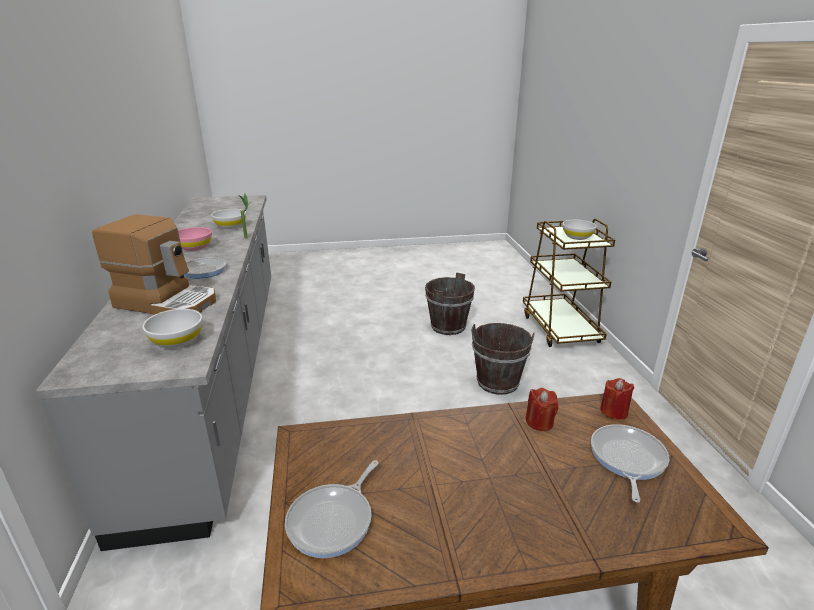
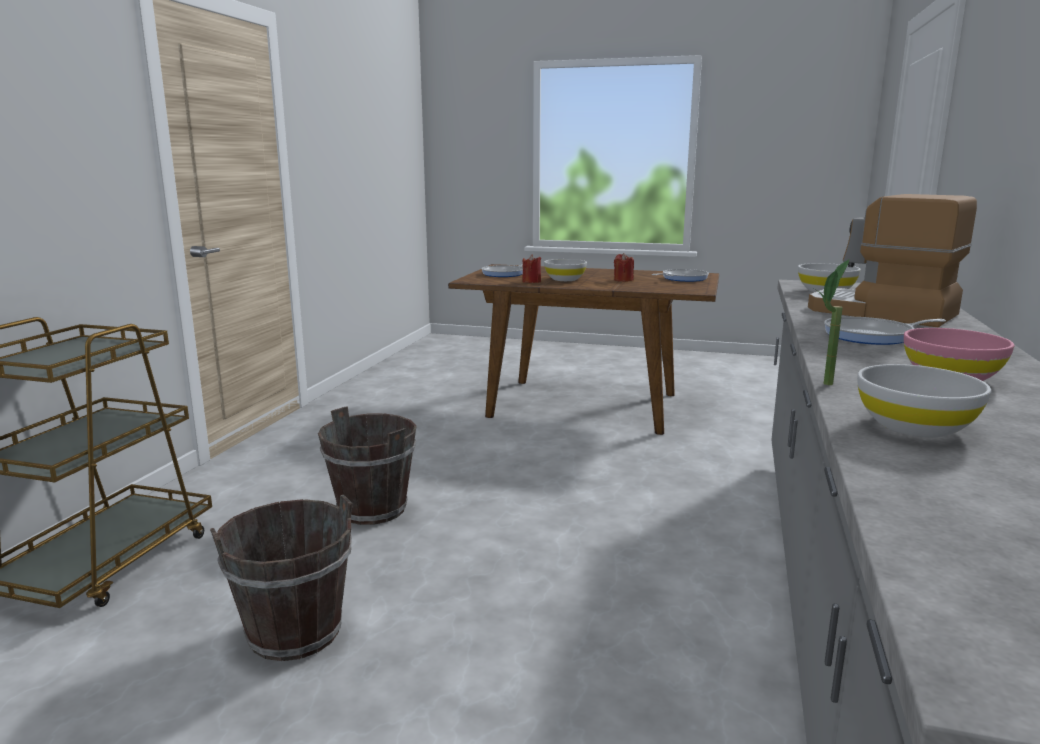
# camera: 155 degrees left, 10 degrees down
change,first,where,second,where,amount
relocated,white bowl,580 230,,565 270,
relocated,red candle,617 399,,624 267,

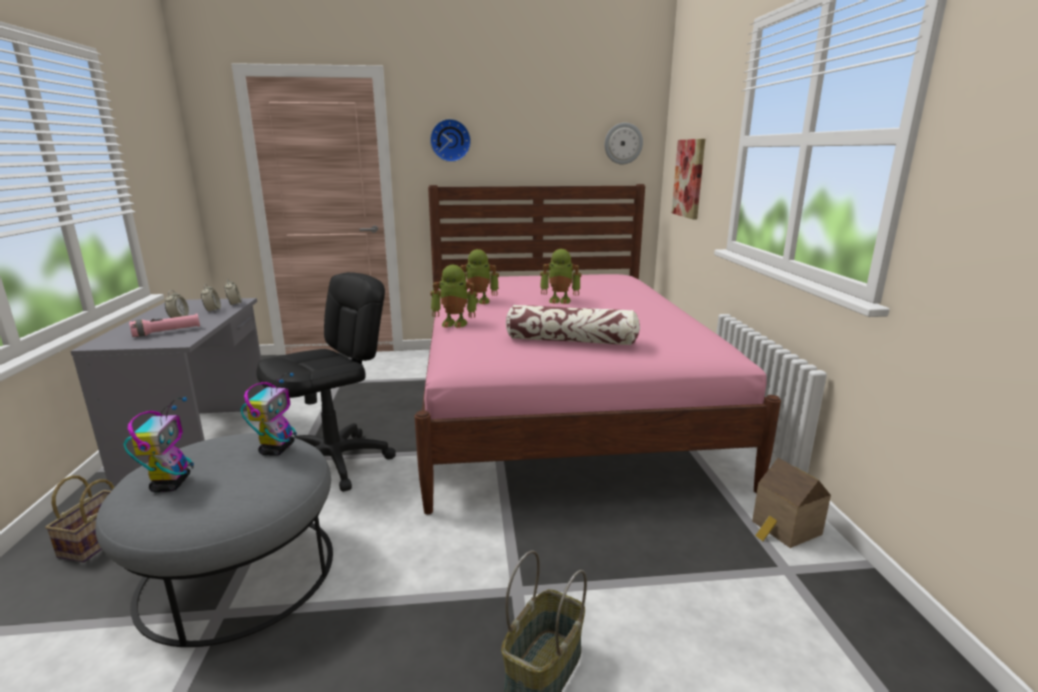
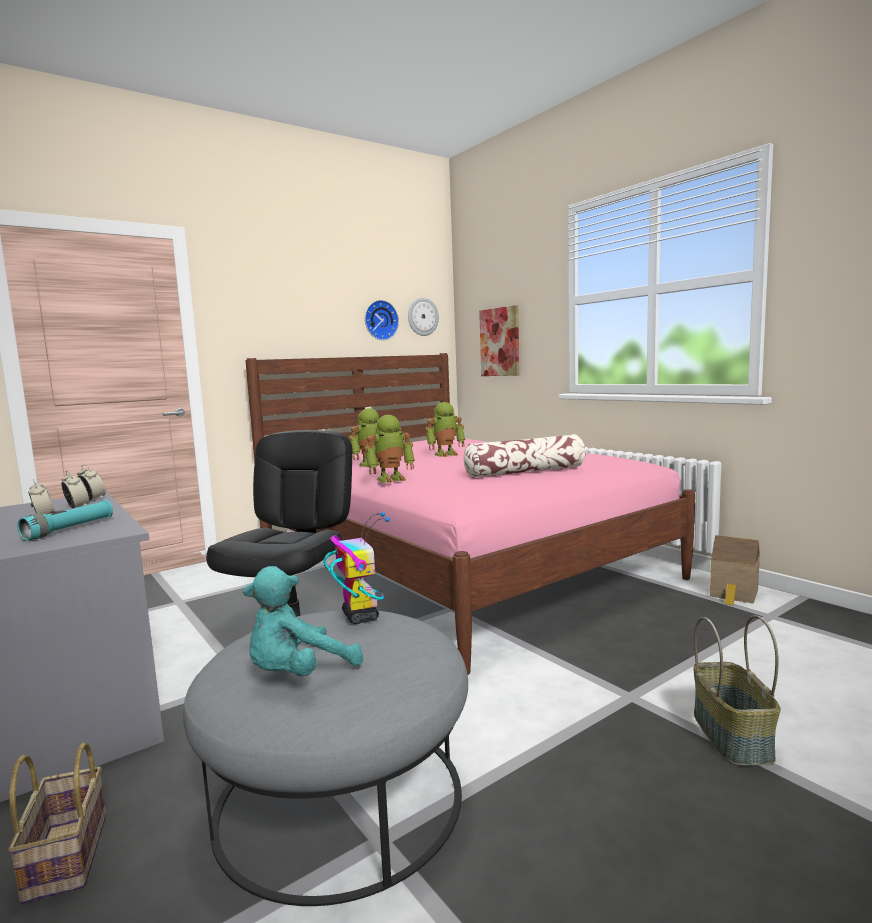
# camera: 30 degrees left, 10 degrees down
change,first,where,second,where,amount
colour,pink flashlight,164 325,turquoise flashlight,65 520,
exchanged,toy robot,158 444,turquoise plush toy,303 621,
relocated,wall clock,450 140,,382 320,

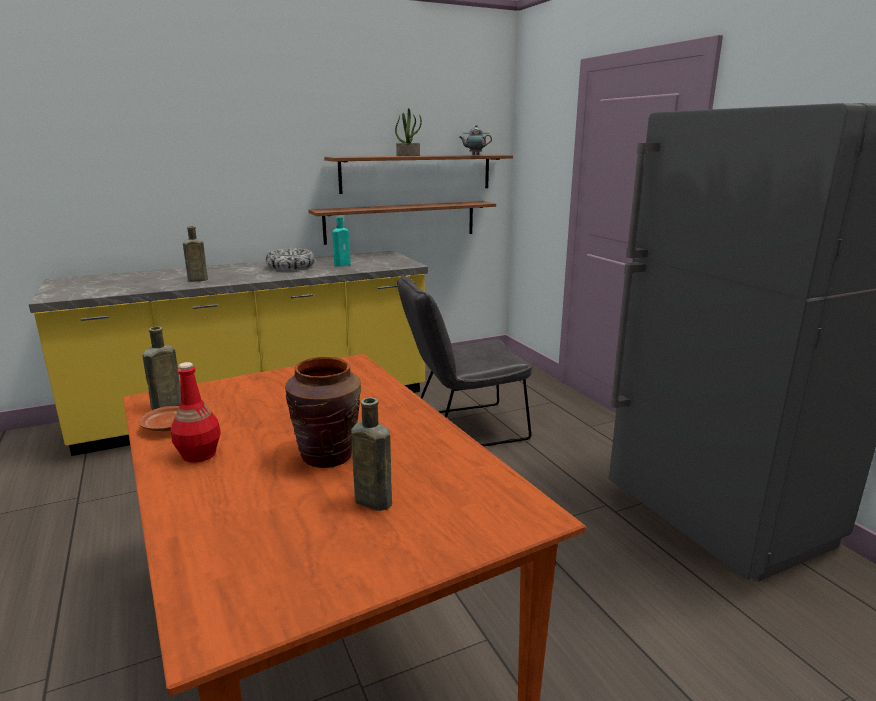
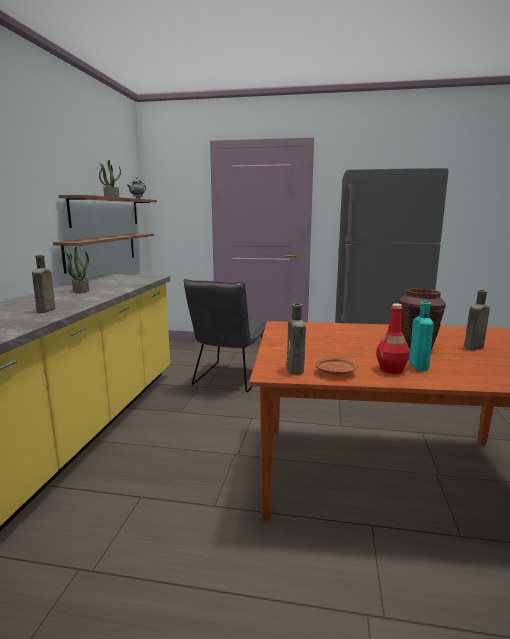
# camera: 55 degrees left, 5 degrees down
change,first,where,second,where,amount
exchanged,bowl,290 259,potted plant,76 270,
relocated,turquoise bottle,341 242,,421 336,

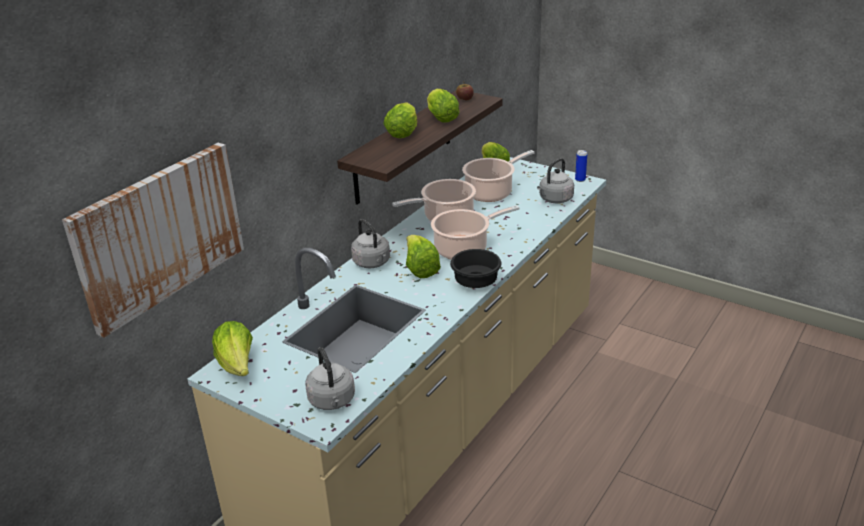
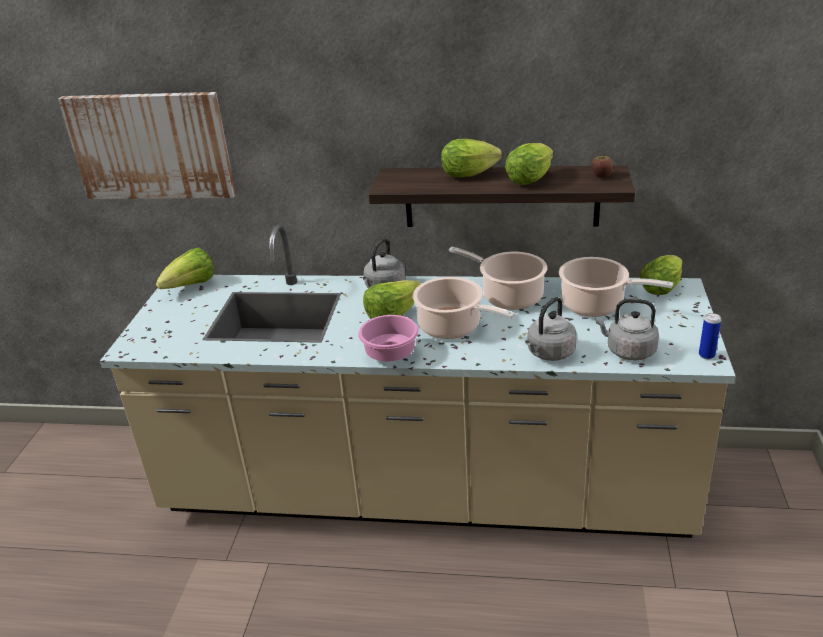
# camera: 65 degrees right, 0 degrees up
change,first,where,second,where,amount
colour,black bowl,476 268,pink bowl,388 338,
relocated,grey kettle,330 378,,551 329,

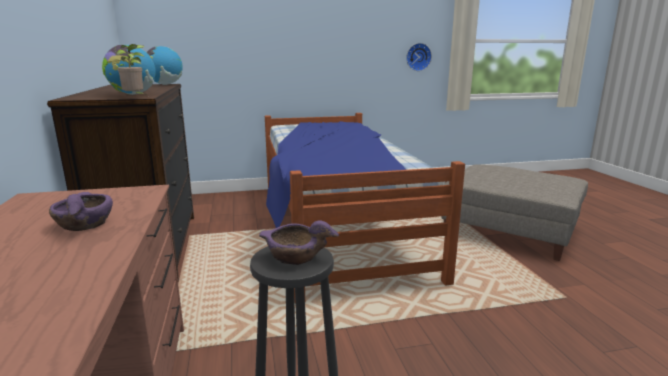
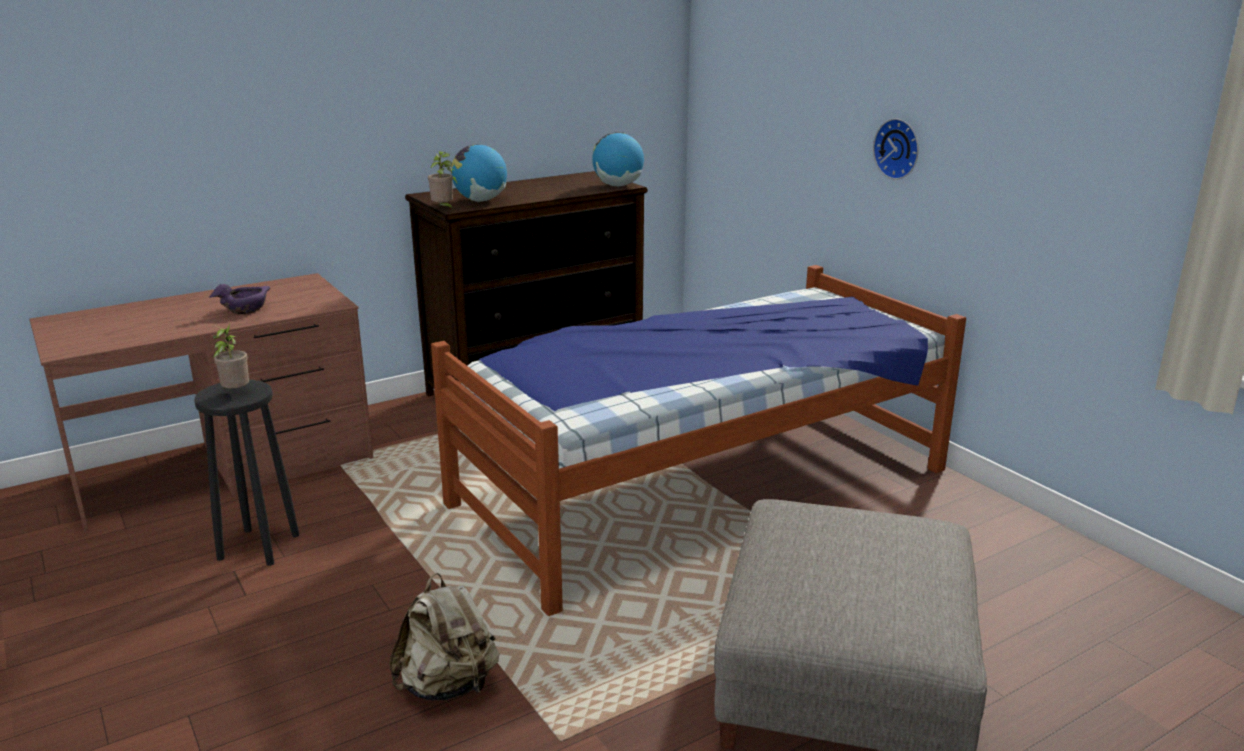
# camera: 70 degrees right, 5 degrees up
change,first,where,second,where,amount
exchanged,purple bowl,299 242,potted plant,231 356,
appeared,,,beige backpack,444 636,
relocated,wall clock,419 57,,896 149,

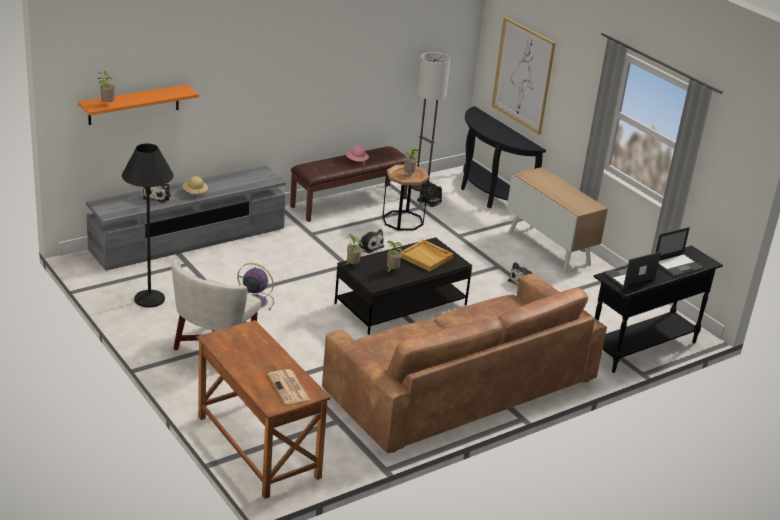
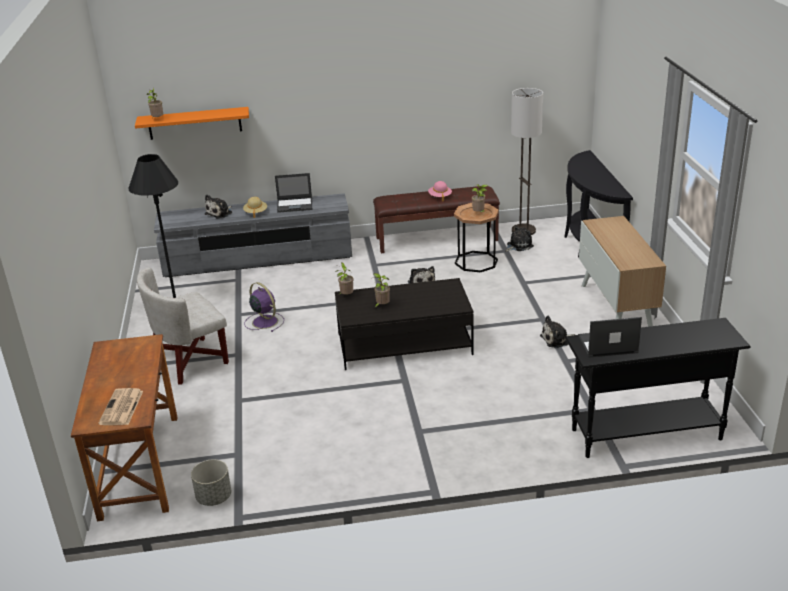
# camera: 30 degrees right, 0 degrees up
change,first,where,second,where,amount
appeared,,,grey planter,211 482,
relocated,laptop,679 252,,293 193,
missing,brown sofa,464 363,,,
missing,beige tray,427 255,,,
missing,picture,523 76,,,

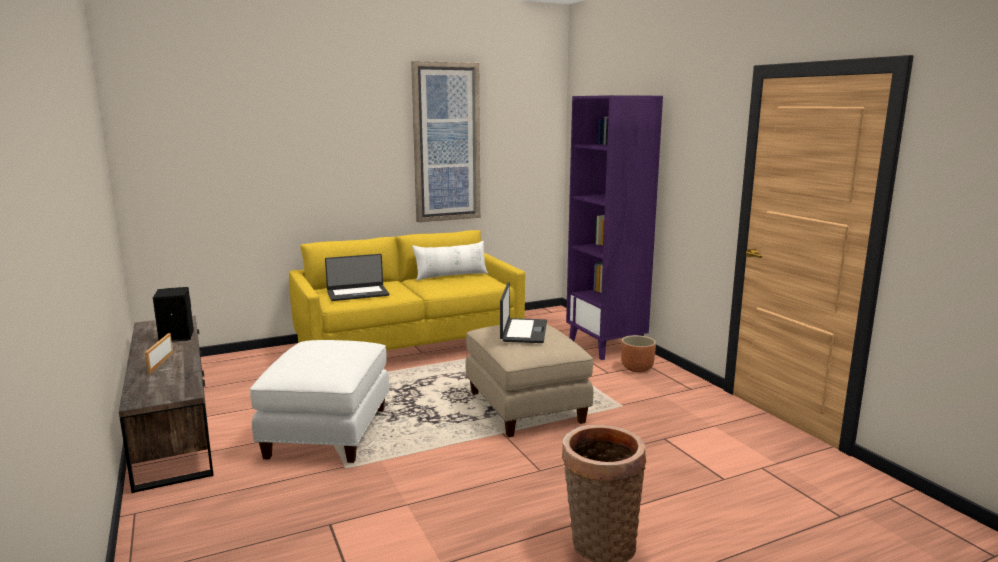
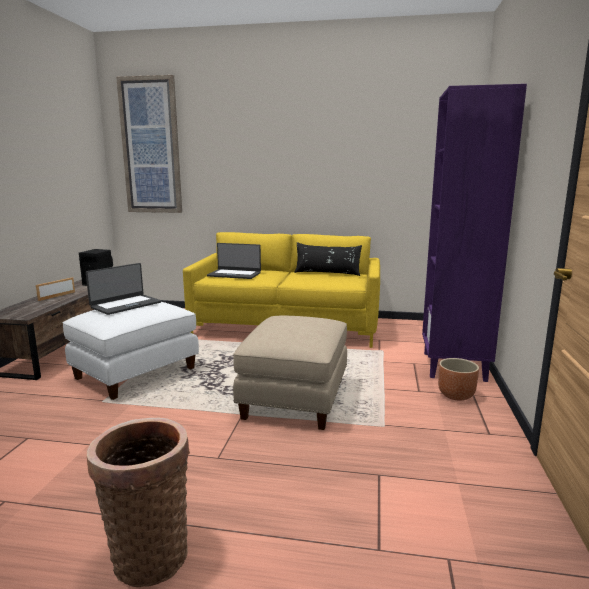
# camera: 35 degrees right, 0 degrees up
change,first,where,second,where,amount
relocated,laptop,523 312,,123 289,
relocated,picture,445 141,,149 144,
colour,white pillow,450 261,black pillow,328 259,

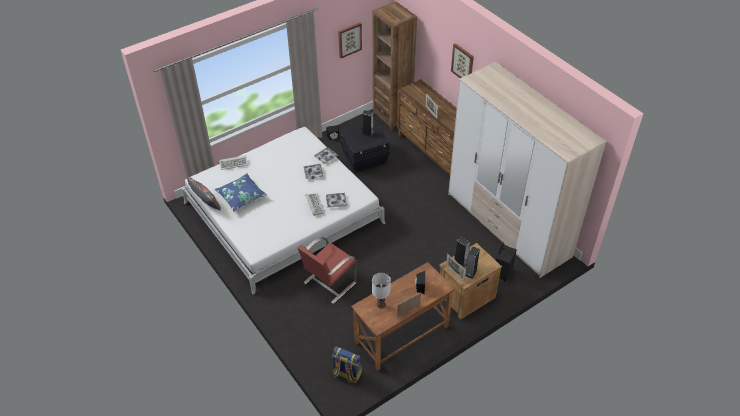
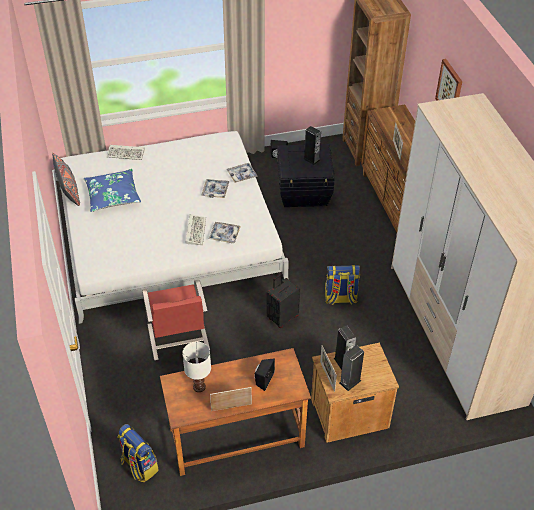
# camera: 20 degrees right, 0 degrees up
change,first,where,second,where,amount
spun,red chair,327 270,,176 320,75 degrees counterclockwise
relocated,black suitcase,506 262,,283 301,
appeared,,,backpack,342 285,
missing,picture,350 40,,,

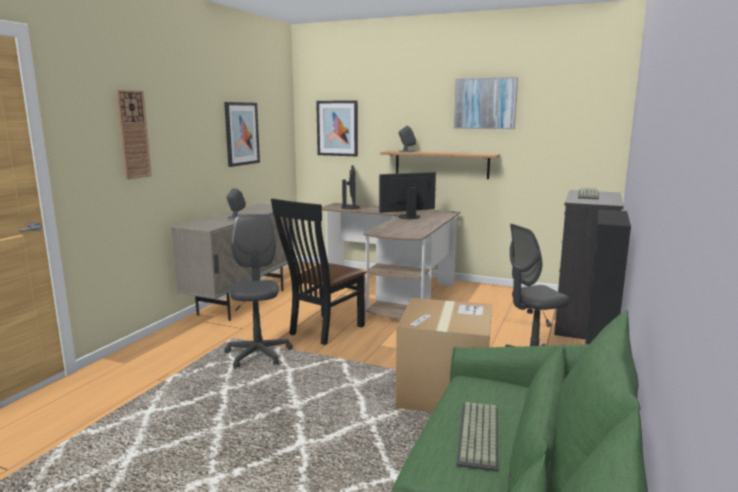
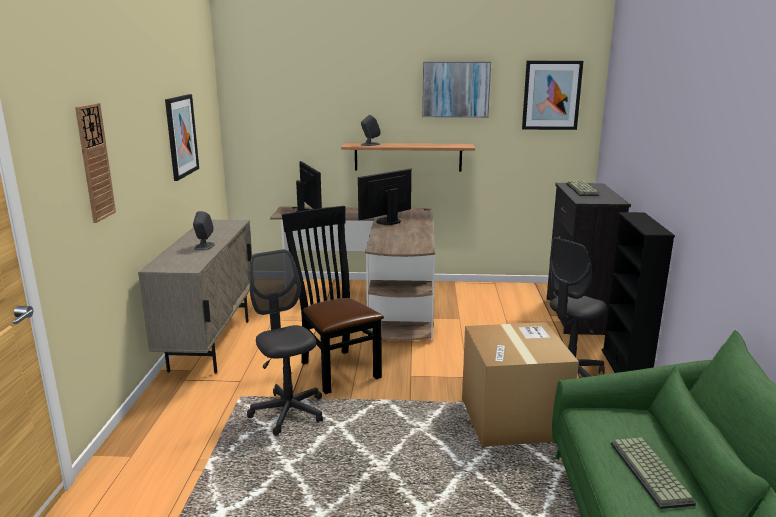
# camera: 20 degrees left, 5 degrees up
change,first,where,second,where,amount
spun,black chair,318 272,,333 300,135 degrees clockwise
relocated,picture,337 128,,552 95,

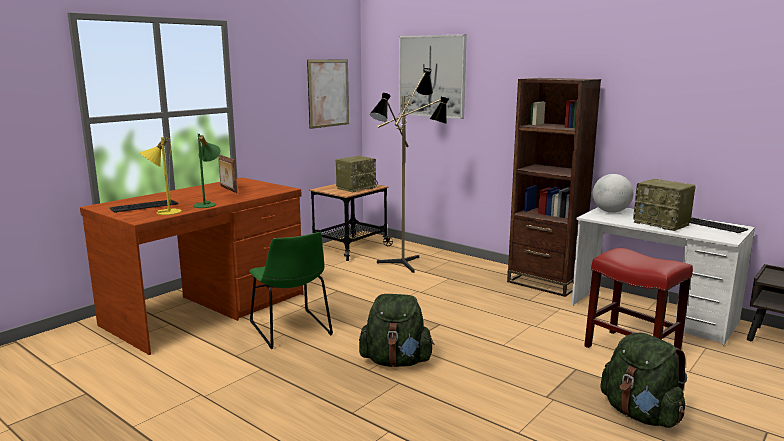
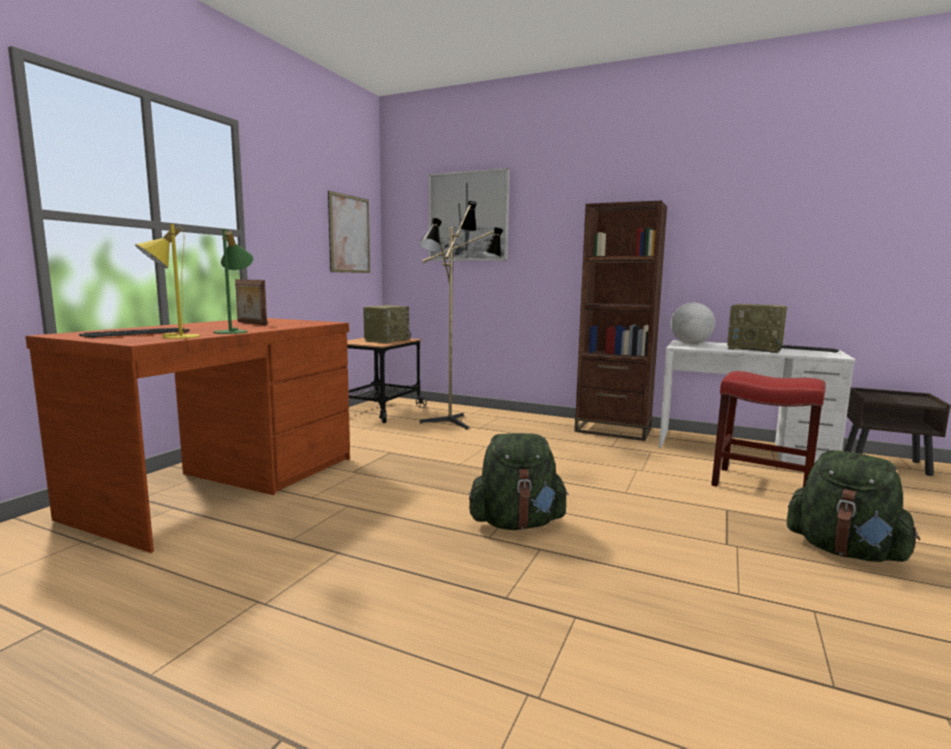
# camera: 15 degrees left, 5 degrees down
change,first,where,second,where,amount
missing,green chair,291 290,,,

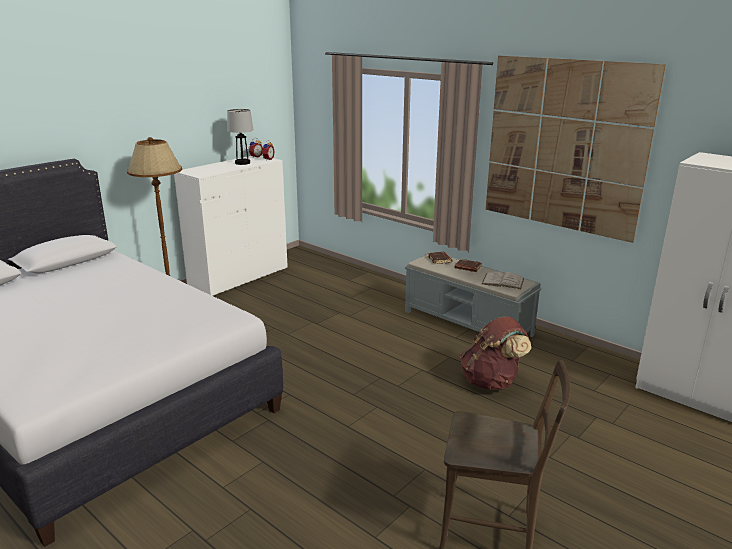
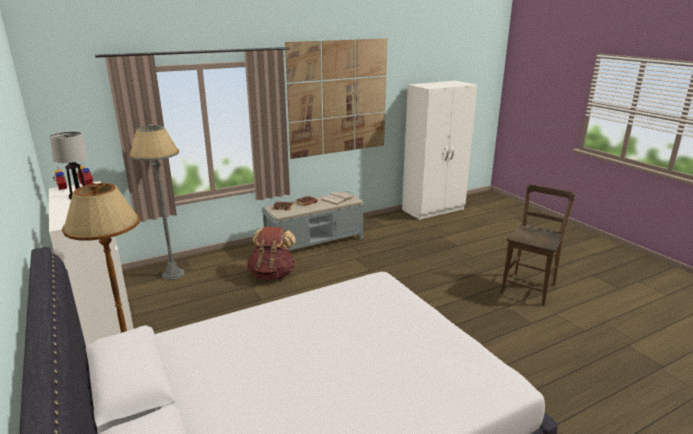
# camera: 70 degrees left, 0 degrees up
change,first,where,second,where,amount
appeared,,,grey floor lamp,157 202,
relocated,brown backpack,495 353,,271 253,

